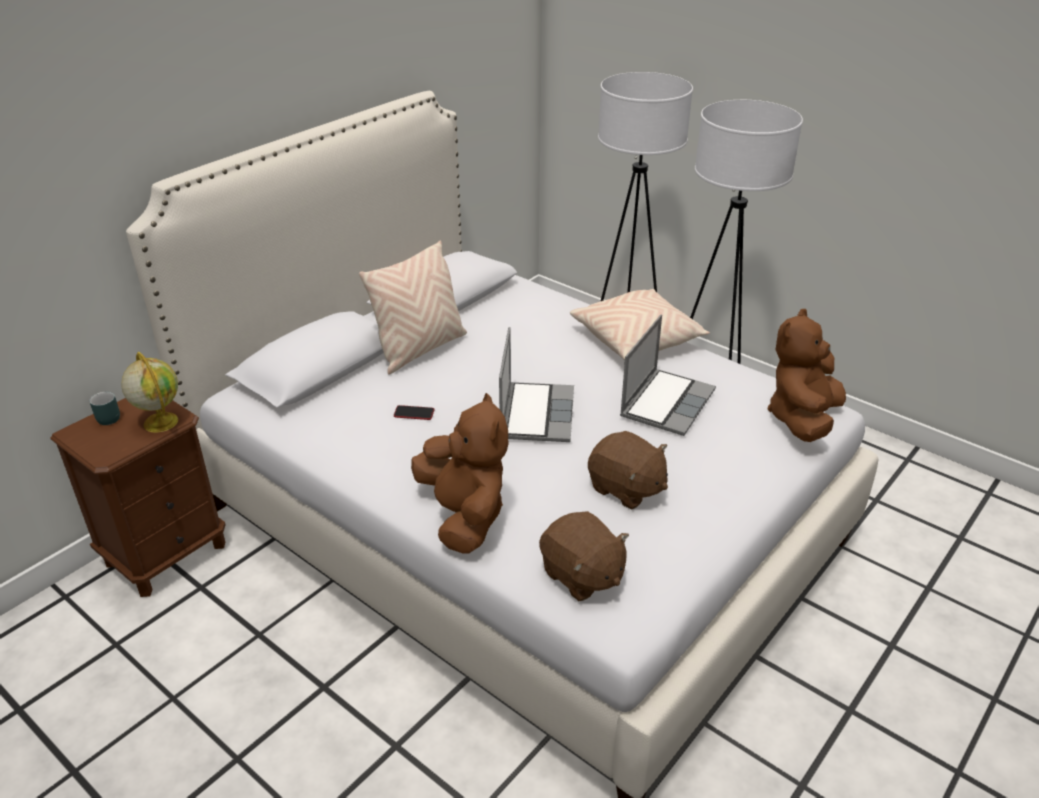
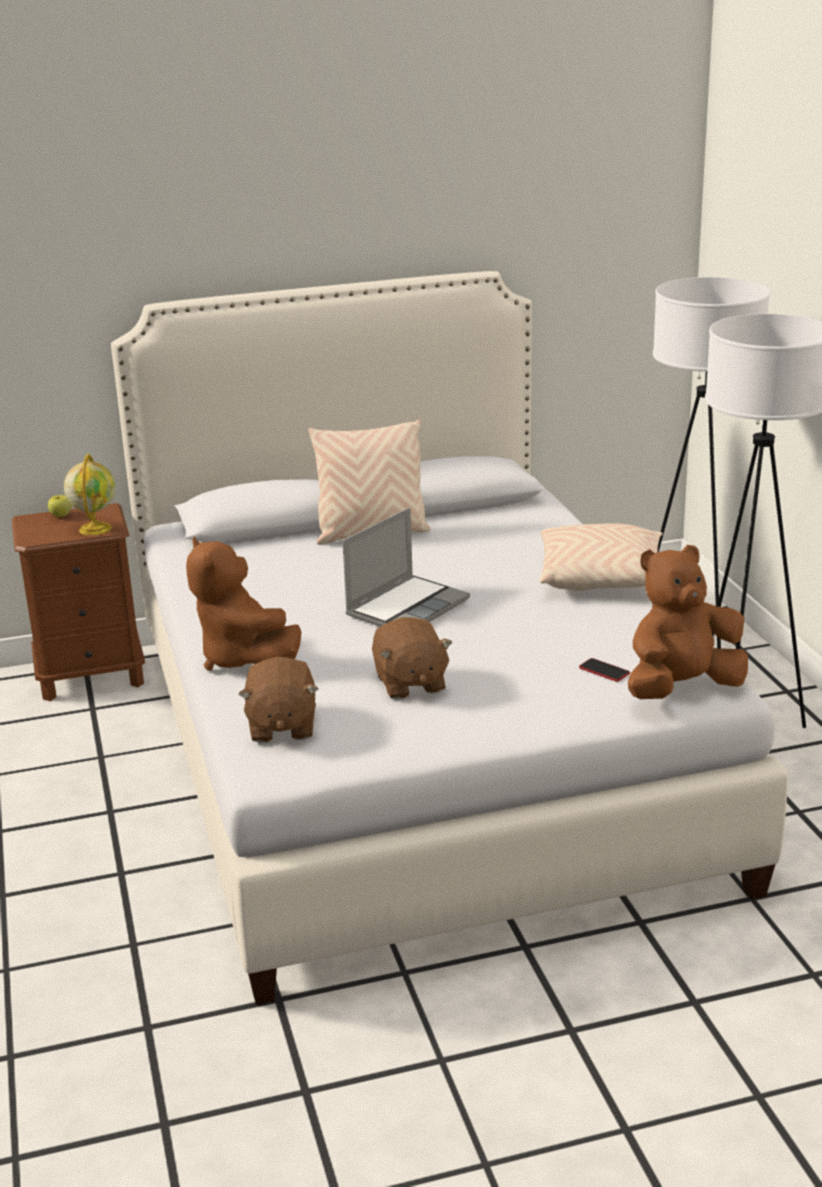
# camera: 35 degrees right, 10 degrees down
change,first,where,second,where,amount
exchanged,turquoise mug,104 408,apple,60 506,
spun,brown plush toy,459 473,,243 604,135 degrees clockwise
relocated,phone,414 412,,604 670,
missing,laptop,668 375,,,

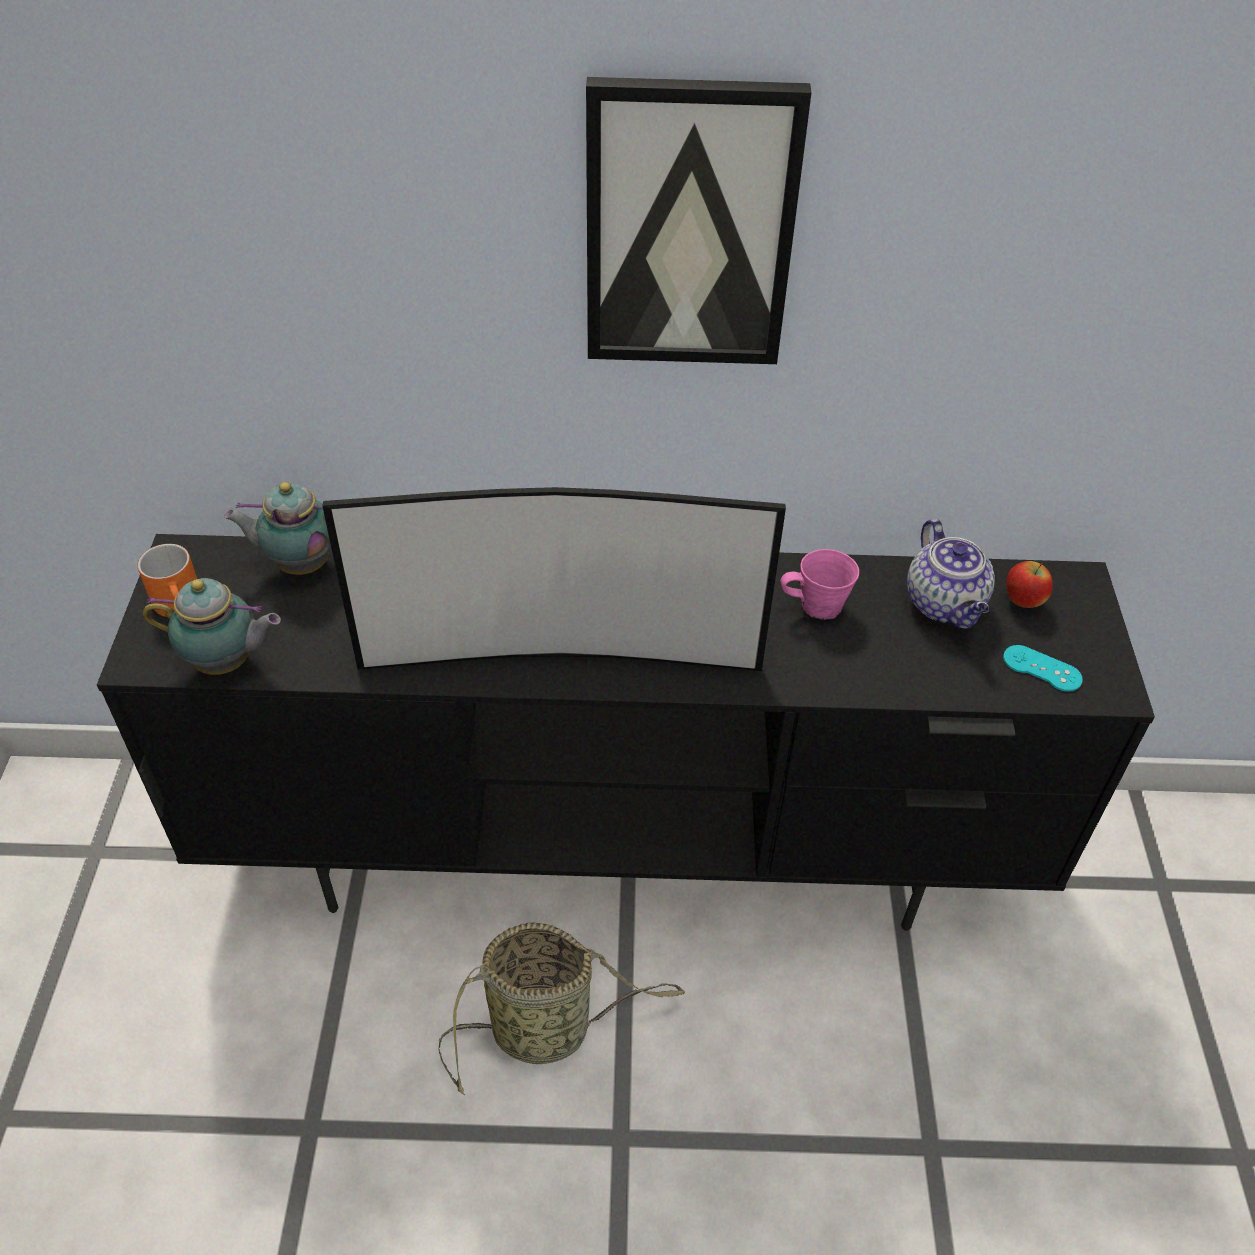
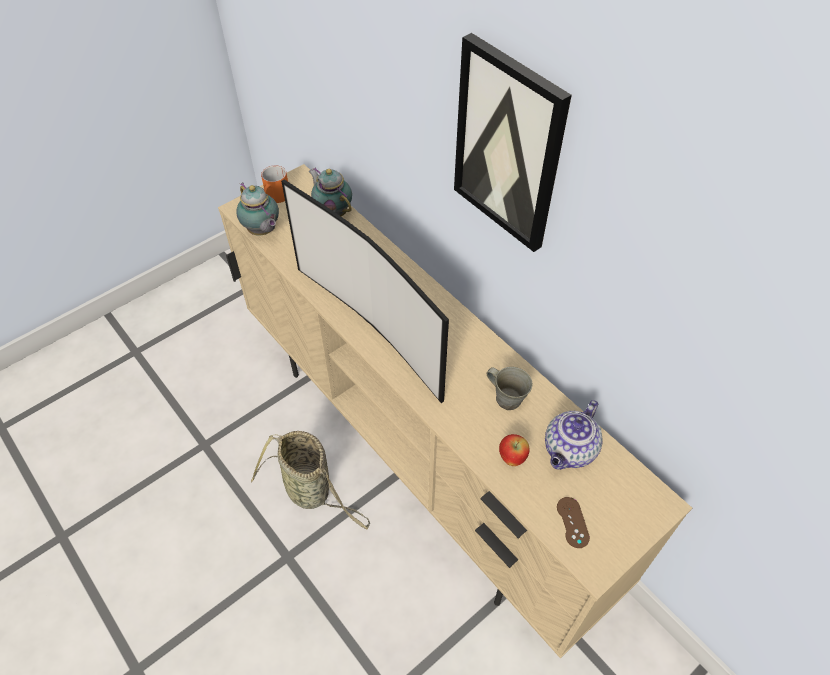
# camera: 50 degrees right, 5 degrees up
change,first,where,second,where,amount
colour,black tv stand,626 732,beige tv stand,455 411,
colour,pink mug,819 584,grey mug,509 388,
relocated,apple,1029 584,,514 450,
colour,turquoise game controller,1043 668,brown game controller,573 522,

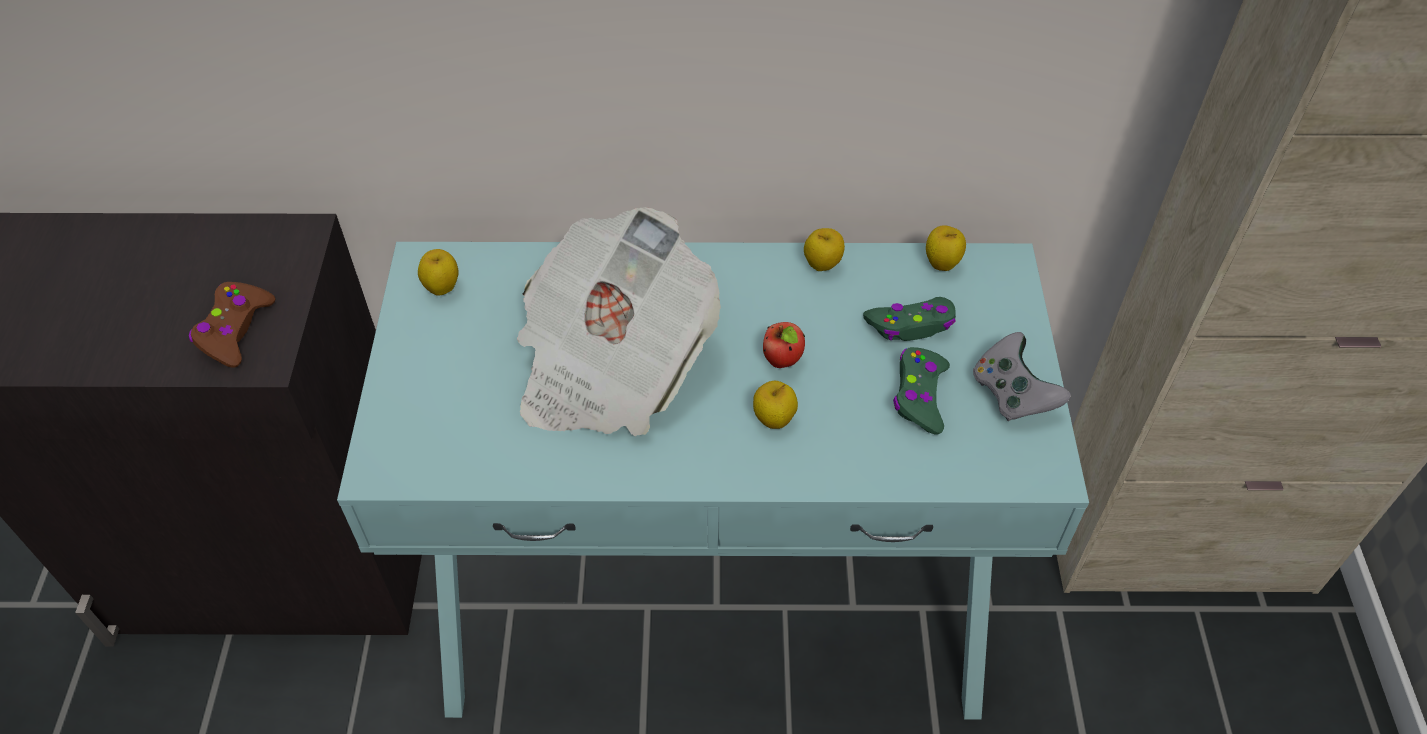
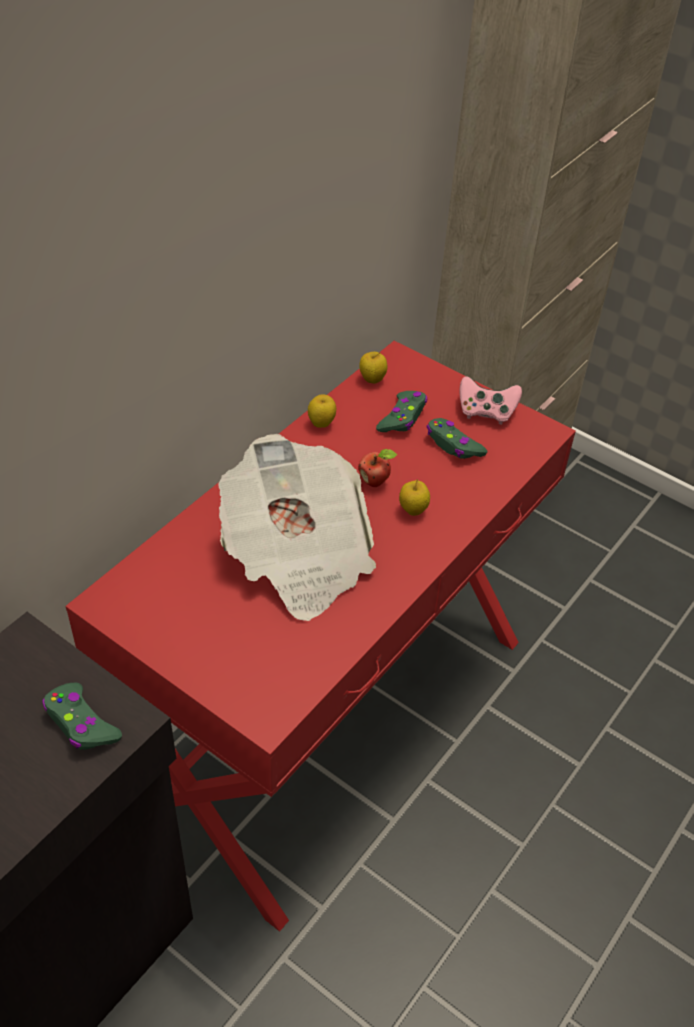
# camera: 55 degrees left, 5 degrees down
change,first,where,second,where,amount
colour,brown game controller,232 325,green game controller,82 716,
colour,turquoise console table,713 481,red console table,320 636,
colour,grey game controller,1022 376,pink game controller,491 400,
missing,apple,438 272,,,

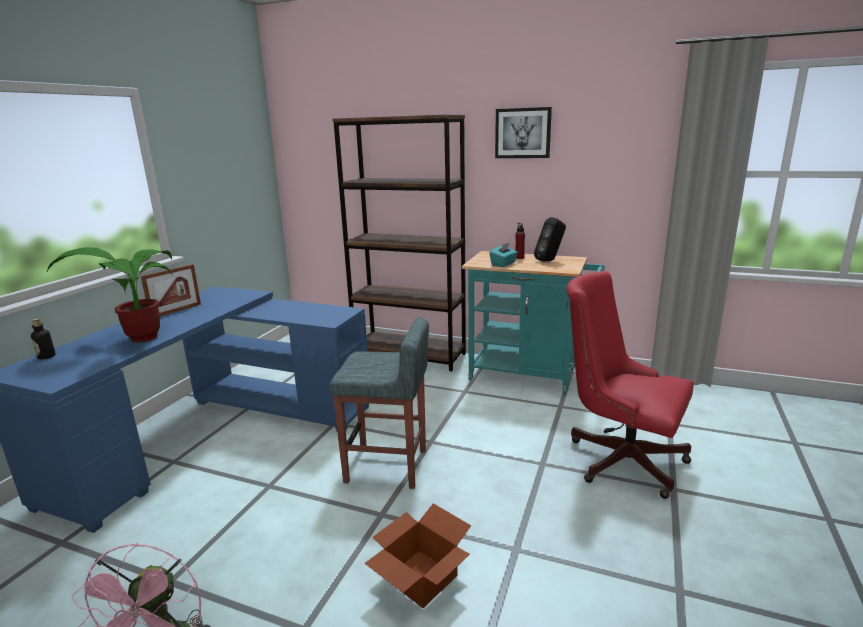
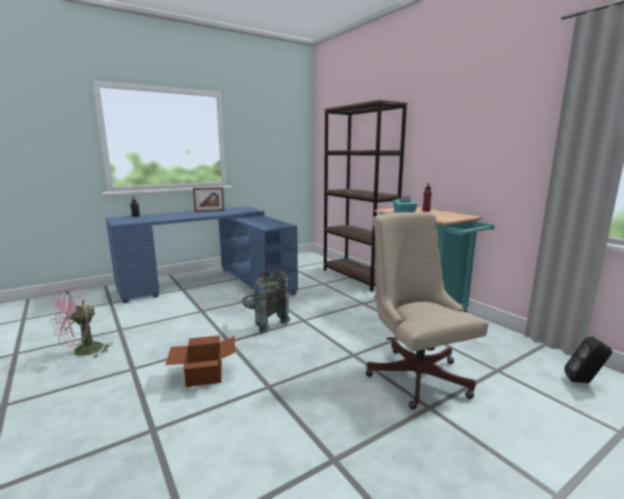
# camera: 35 degrees right, 5 degrees down
change,first,where,second,where,amount
exchanged,grey stool,379 403,grey backpack,266 300,
colour,red office chair,630 385,beige office chair,426 311,
relocated,black speaker,550 239,,588 359,
missing,potted plant,110 295,,,
missing,picture,523 132,,,

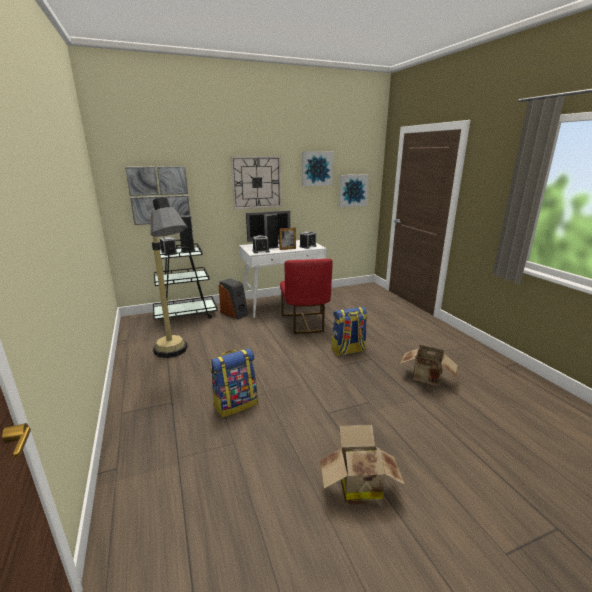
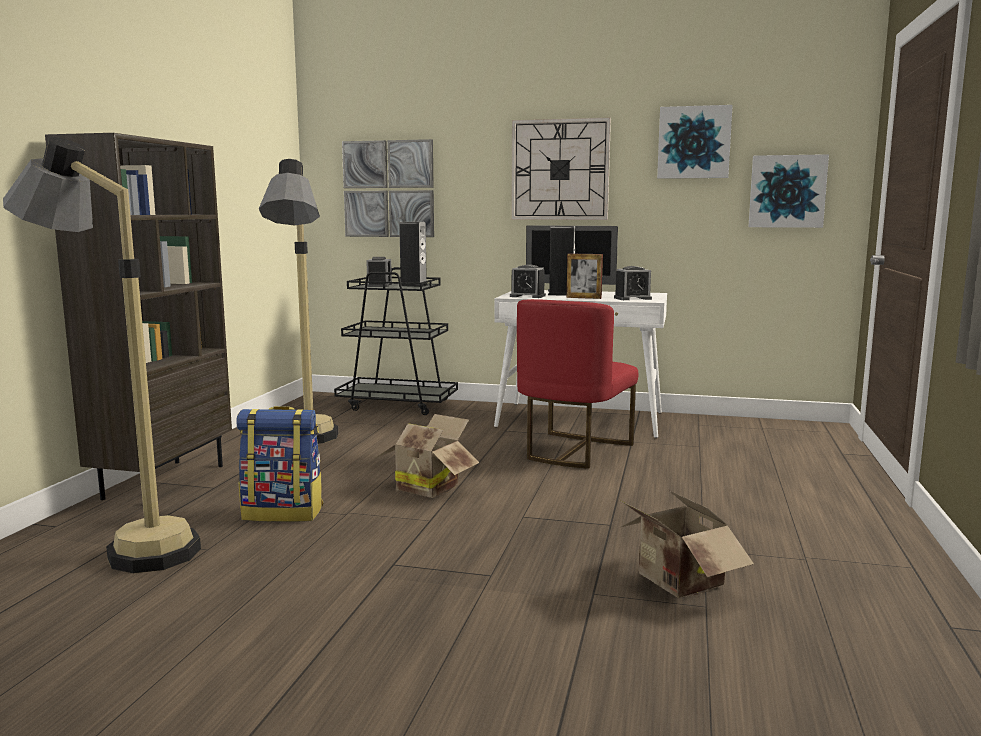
# camera: 35 degrees right, 10 degrees down
change,first,where,second,where,amount
appeared,,,floor lamp,102 355,
appeared,,,brown bookcase,138 316,
relocated,cardboard box,362 465,,427 456,
missing,speaker,233 298,,,
missing,backpack,349 331,,,

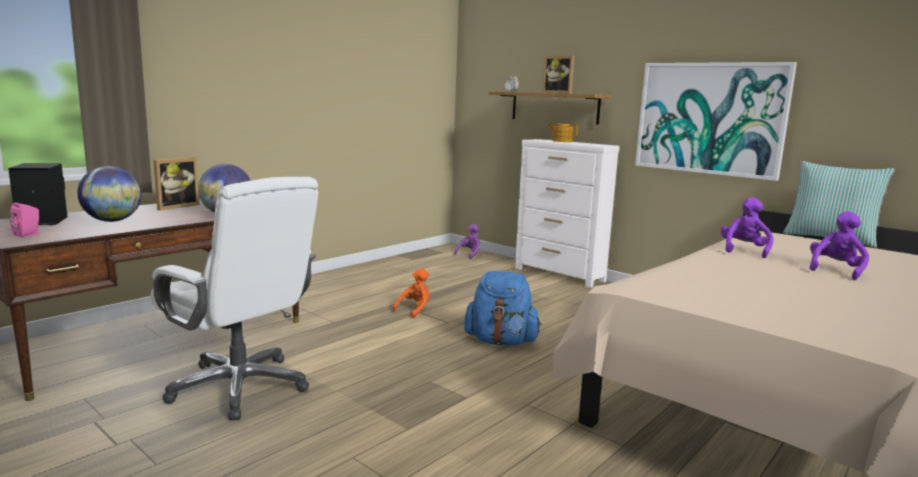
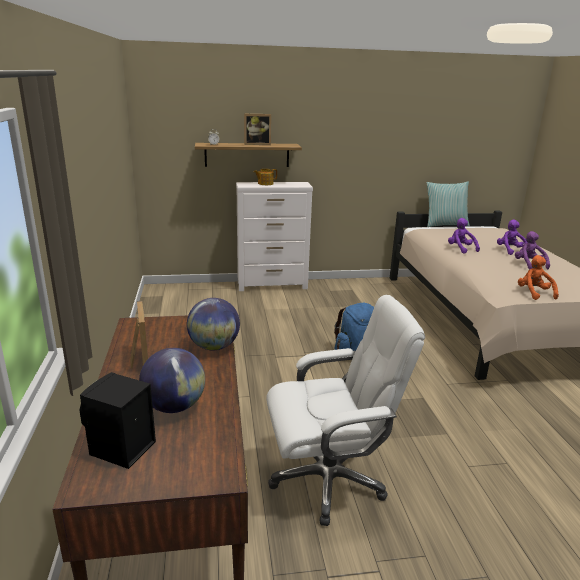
# camera: 50 degrees left, 10 degrees up
change,first,where,second,where,amount
relocated,purple plush toy,467 241,,532 250,
relocated,orange plush toy,411 293,,538 277,
missing,pink speaker,25 220,,,
missing,picture,716 121,,,

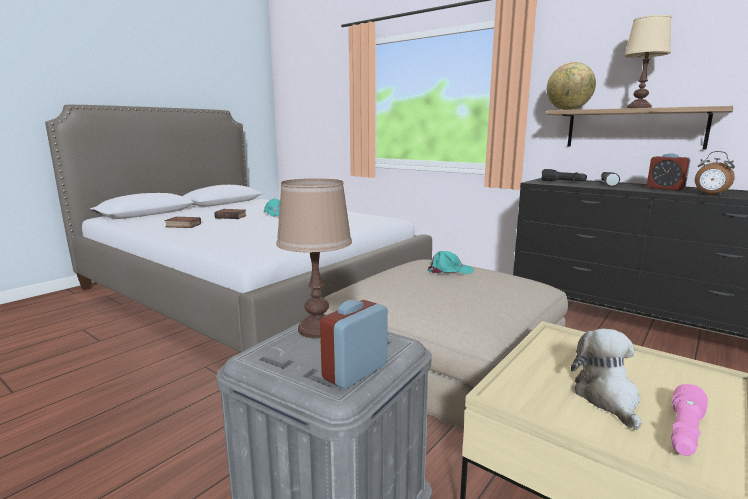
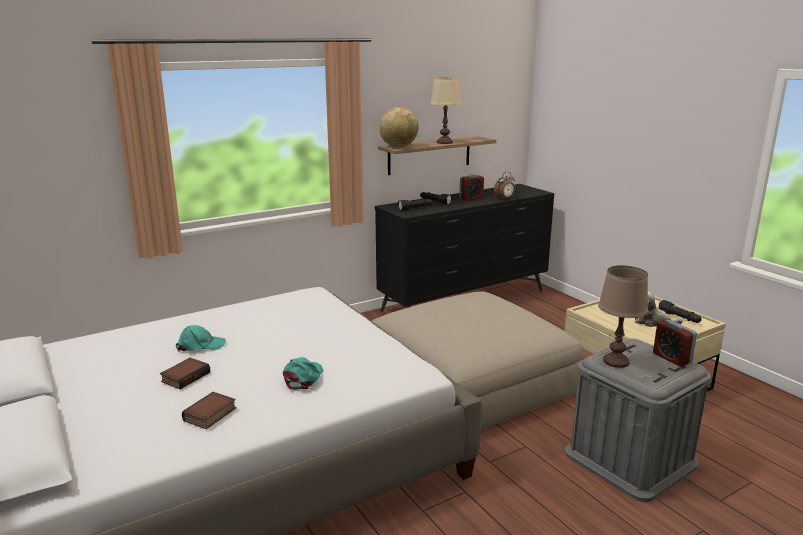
# camera: 70 degrees left, 5 degrees up
change,first,where,second,where,amount
relocated,turquoise cap,451 262,,303 373,
colour,pink flashlight,689 420,black flashlight,680 311,

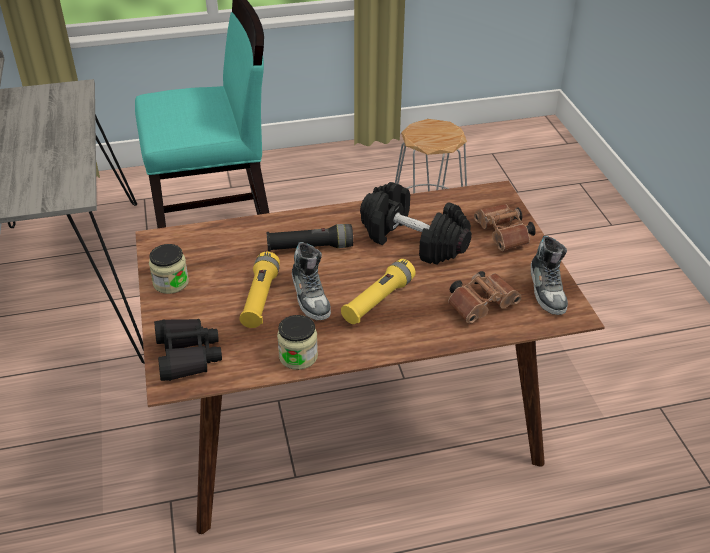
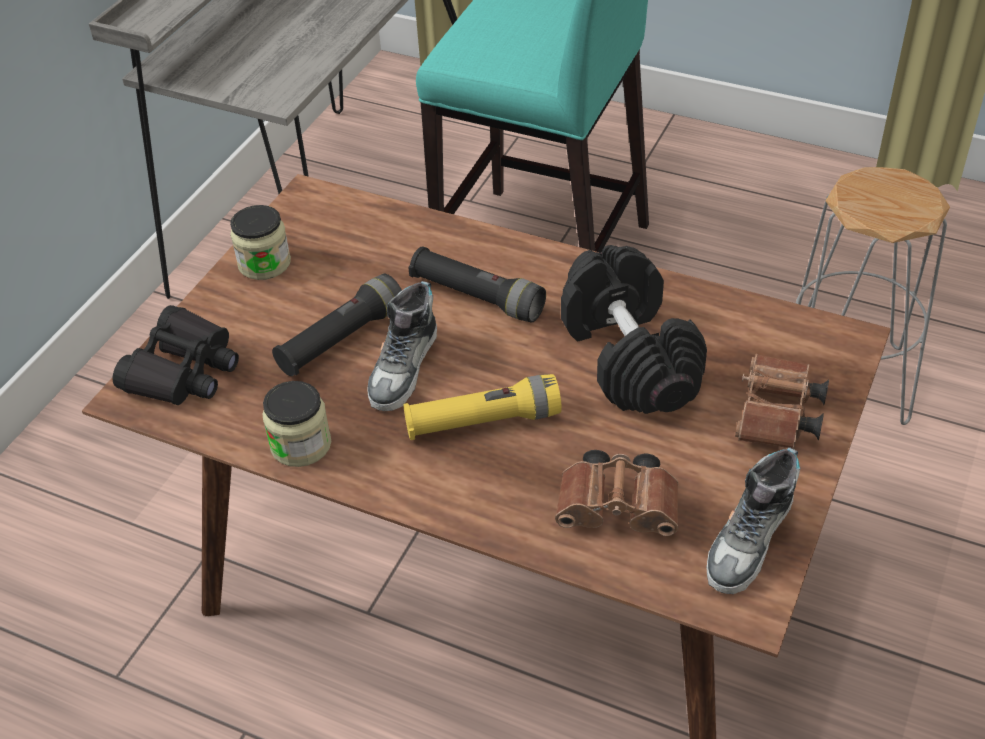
# camera: 40 degrees right, 5 degrees up
change,first,where,second,where,amount
colour,yellow flashlight,259 290,black flashlight,337 325,

